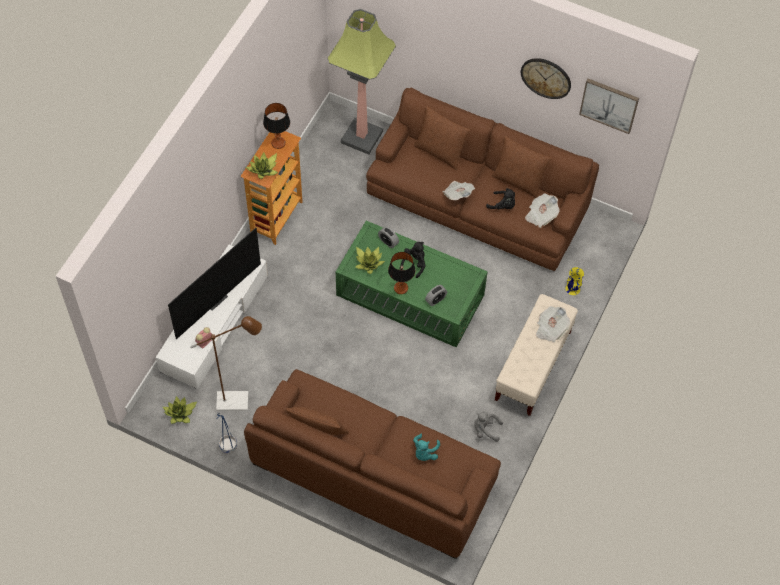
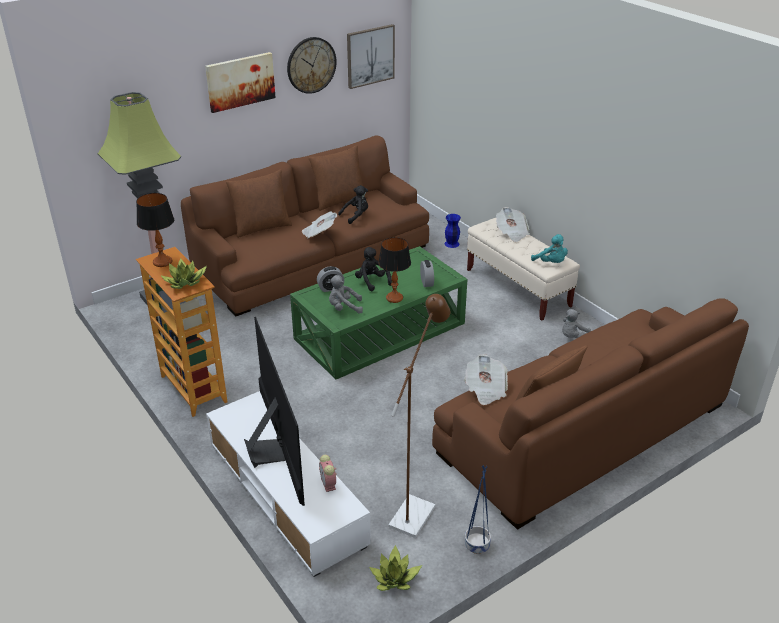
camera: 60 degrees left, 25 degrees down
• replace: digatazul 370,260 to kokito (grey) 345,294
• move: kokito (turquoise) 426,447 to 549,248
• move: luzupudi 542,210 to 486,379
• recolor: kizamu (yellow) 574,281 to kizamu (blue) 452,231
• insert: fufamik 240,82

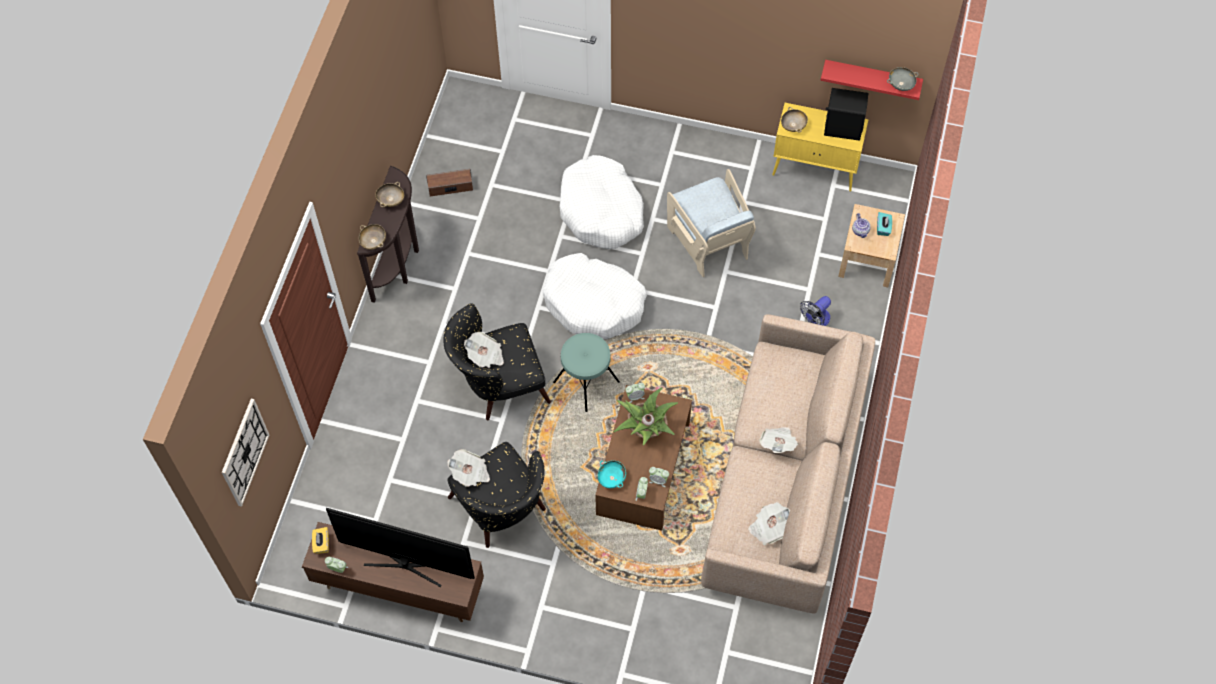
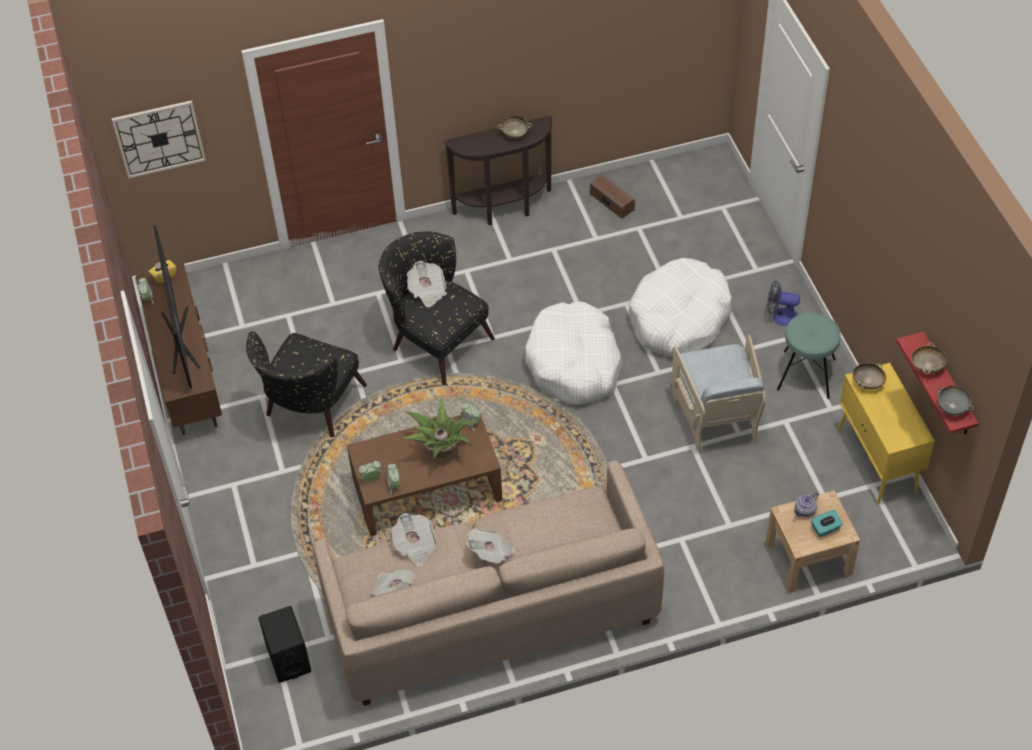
camera: 60 degrees right, 10 degrees down
• move: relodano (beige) 372,237 to 929,358
• move: luzupudi 469,468 to 414,539
• move: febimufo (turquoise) 586,372 to 809,355
• delete: relodano (turquoise) 612,474
• rotate: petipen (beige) 711,223 = 719,394 45 degrees counterclockwise
• move: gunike 815,311 to 783,303
• move: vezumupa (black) 846,114 to 285,644

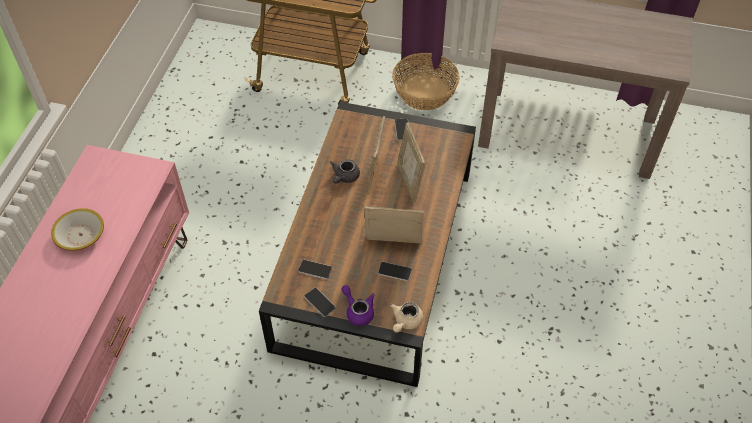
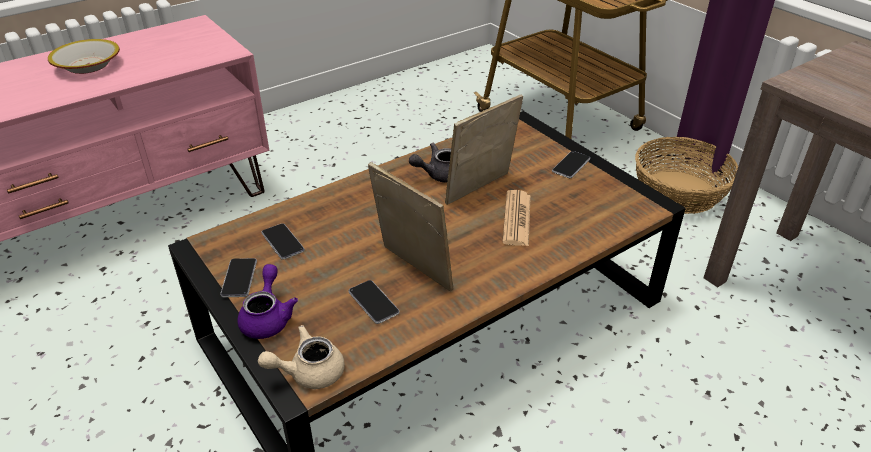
camera: 40 degrees right, 15 degrees down
• replace: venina 411,162 to luzupudi 516,218

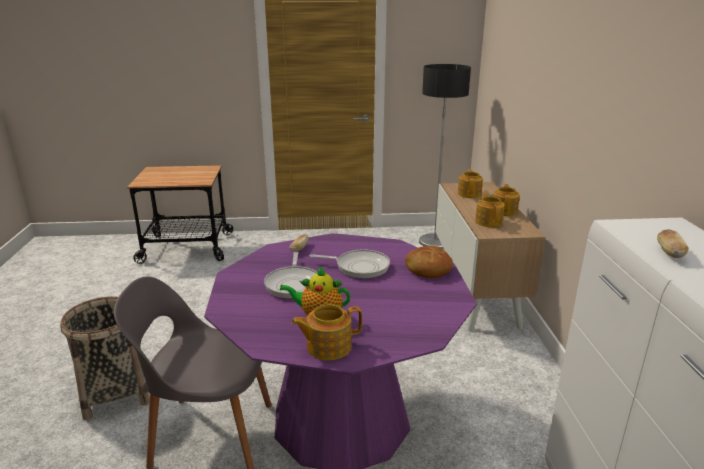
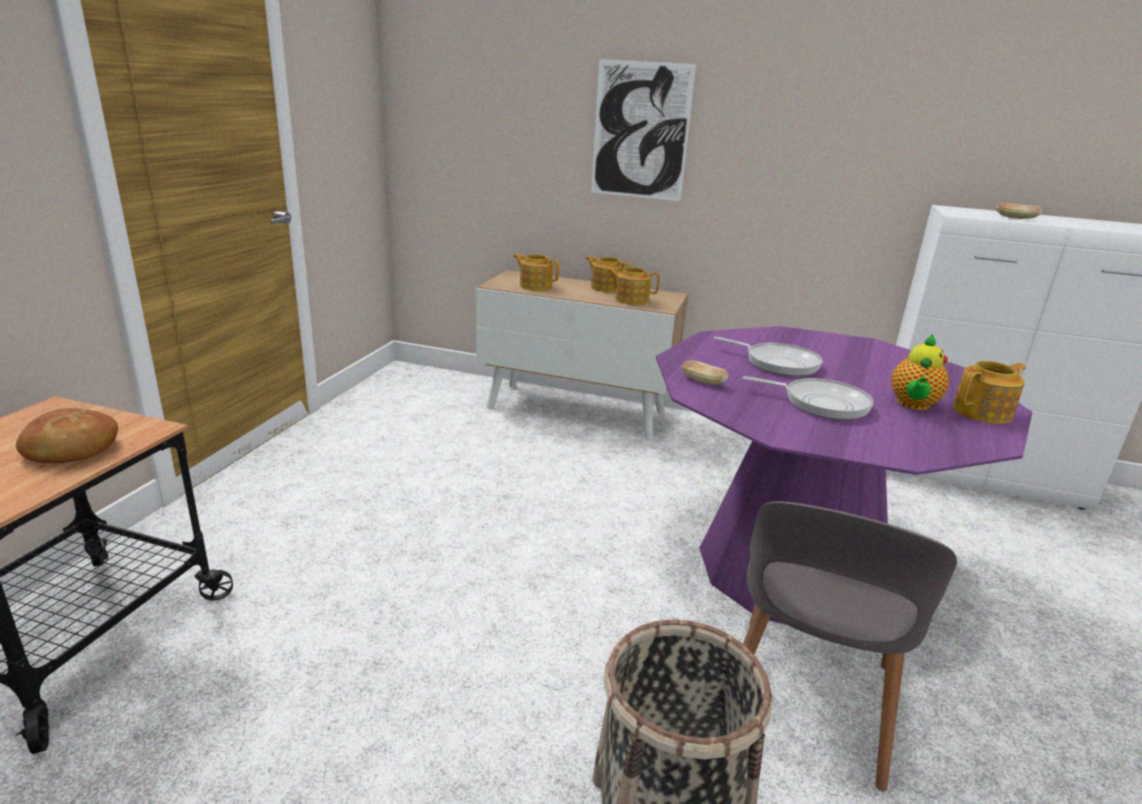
camera: 70 degrees left, 0 degrees up
• rotate: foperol 326,332 = 989,392 120 degrees counterclockwise
• rotate: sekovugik 349,264 = 768,356 90 degrees clockwise
• move: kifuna 429,262 to 67,435
• delete: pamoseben 445,156
• insert: fufamik 643,130

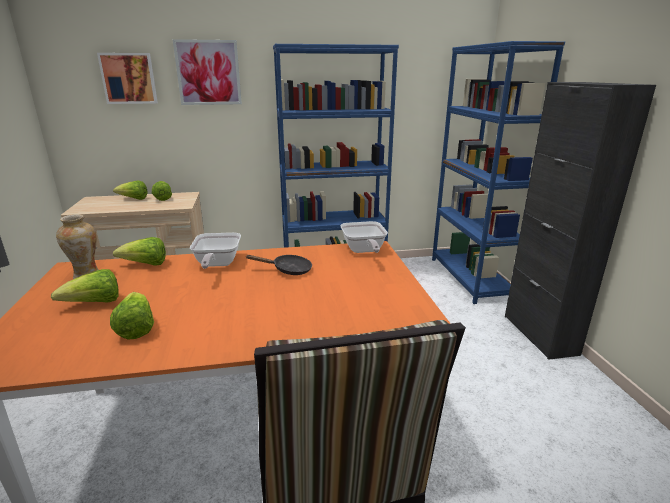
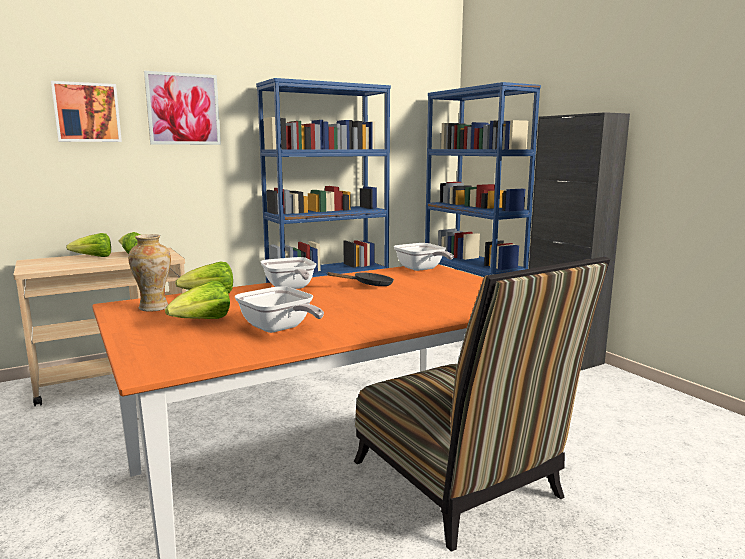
camera: 20 degrees left, 10 degrees down
• replace: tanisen 132,316 to sekovugik 279,309

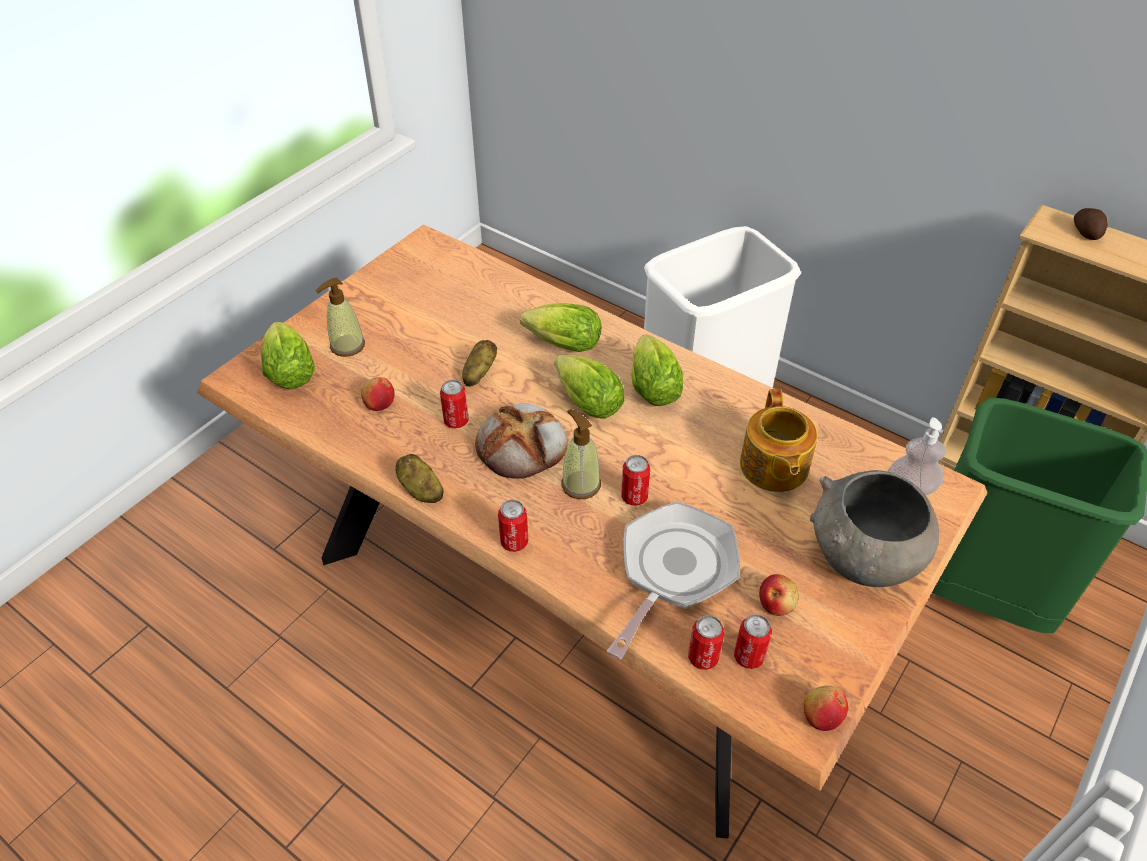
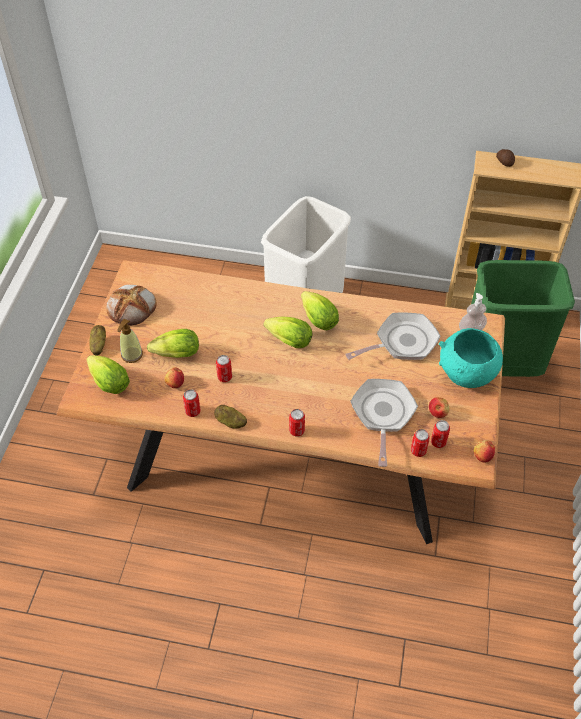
camera: 25 degrees left, 5 degrees up
• move: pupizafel 479,363 to 97,340
• move: kifuna 521,441 to 131,305
• move: tanisen 560,327 to 173,343
• delete: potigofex 581,454
• move: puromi 635,480 to 191,403
• replace: foperol 779,440 to sekovugik 392,336
• recolor: relodano (grey) 874,528 to relodano (turquoise) 471,358

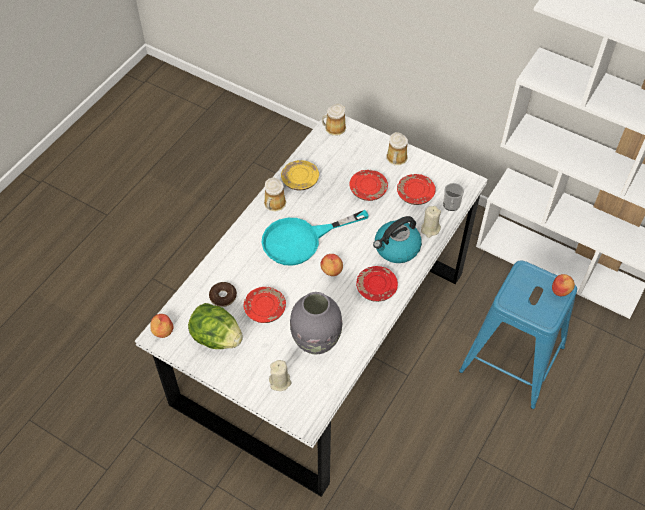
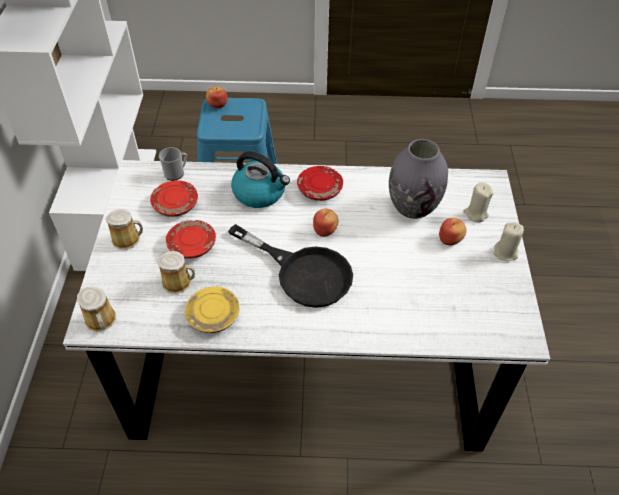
camera: 120 degrees left, 5 degrees down
• move: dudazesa 161,326 to 453,231
• delete: tanisen 215,326
• delete: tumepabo 223,294
• delete: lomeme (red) 265,305
• recolor: sekovugik (turquoise) 315,238 to sekovugik (black) 290,266
• move: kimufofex 275,194 to 176,272
• move: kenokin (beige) 431,222 to 509,242

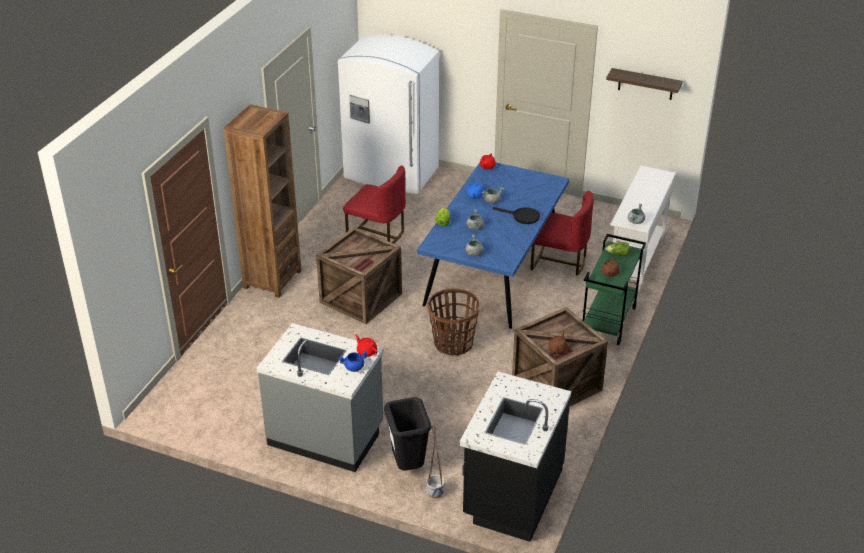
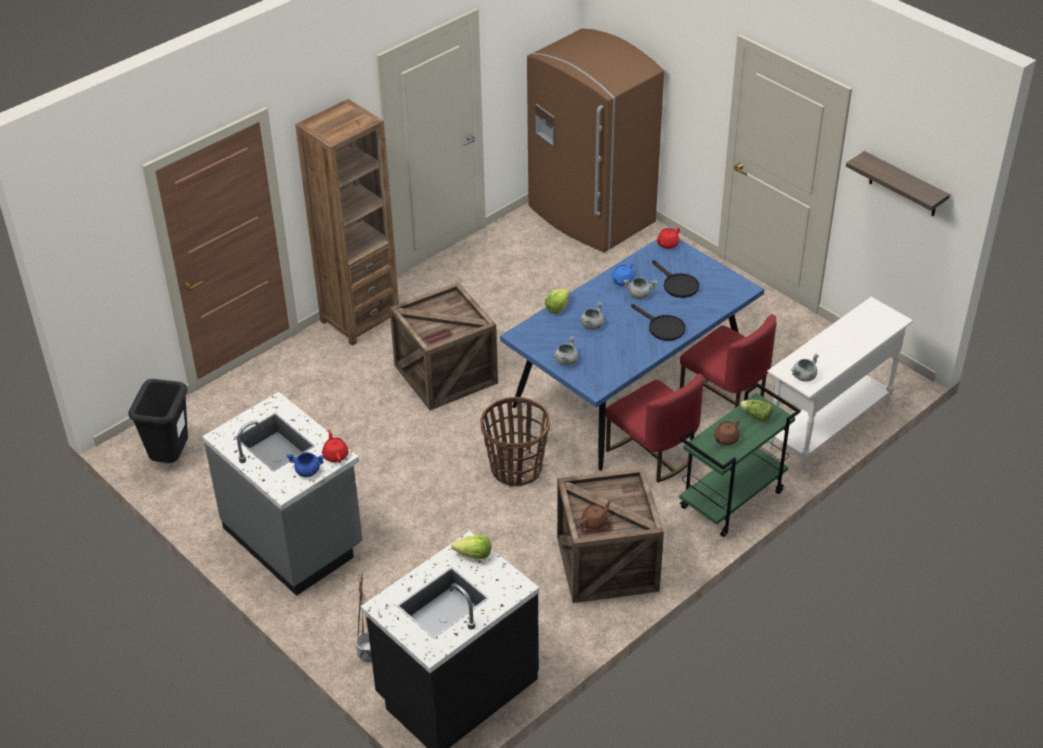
camera: 25 degrees right, 5 degrees up
• recolor: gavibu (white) 388,114 to gavibu (brown) 595,140
• move: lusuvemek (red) 374,204 to 655,428
• move: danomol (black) 407,434 to 158,421
• insert: tanisen 471,547
• insert: sekovugik (black) 675,279

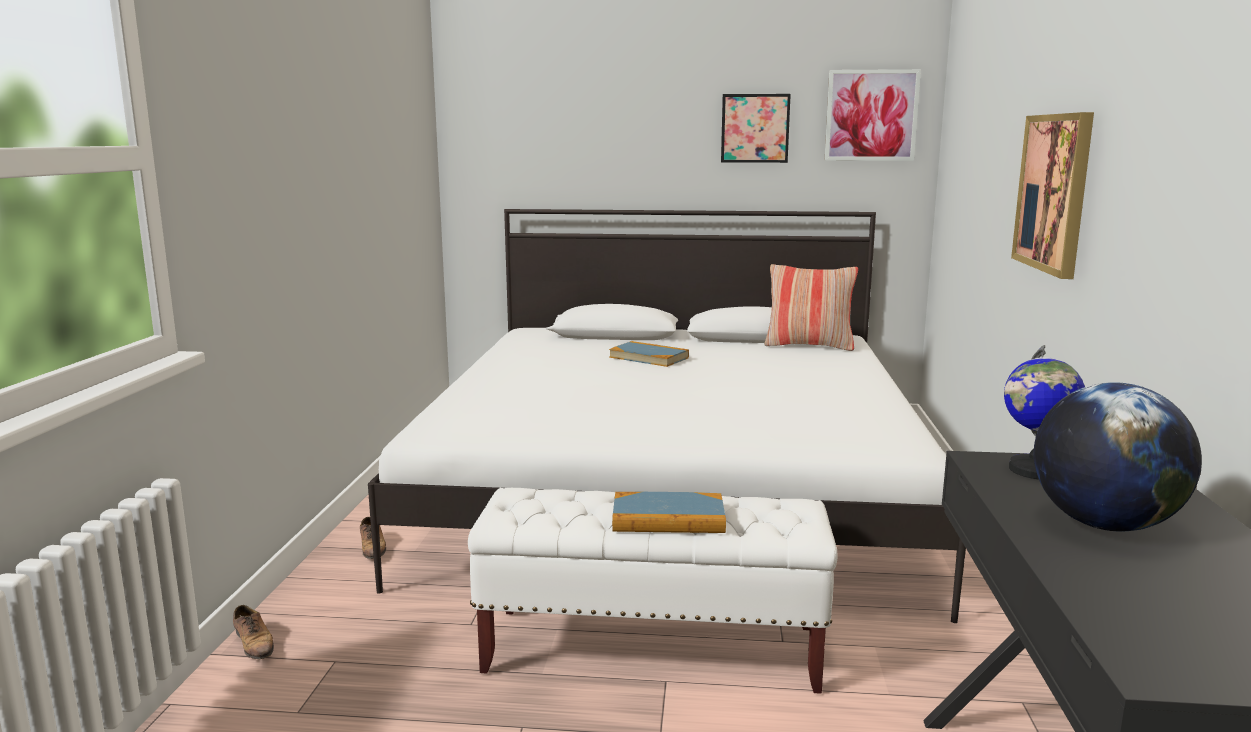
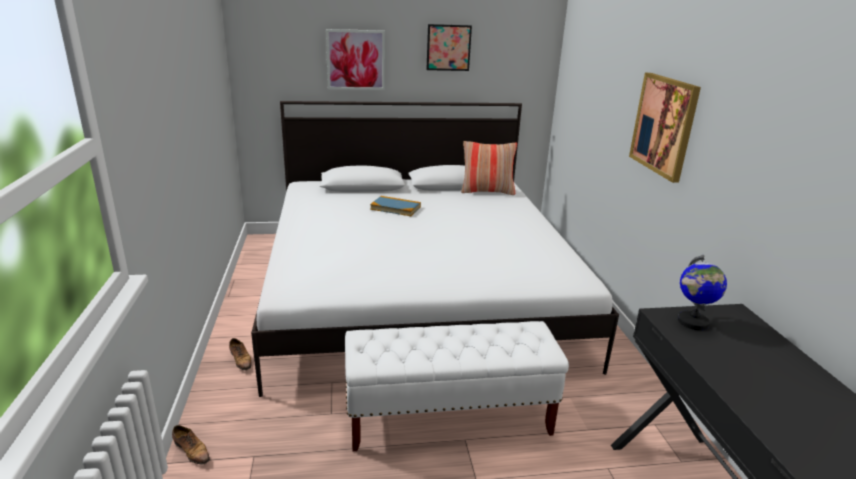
camera: 15 degrees left, 10 degrees up
• delete: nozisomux 669,512
• move: fufamik 873,115 to 355,59
• delete: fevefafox 1118,456

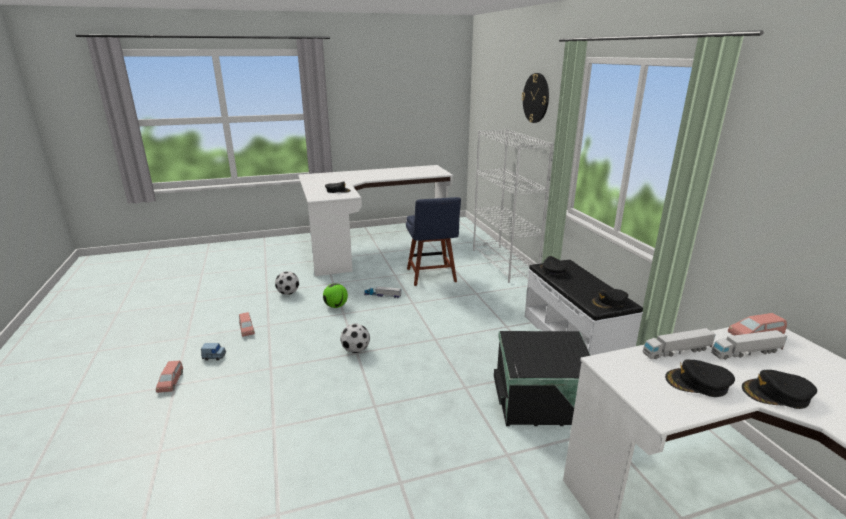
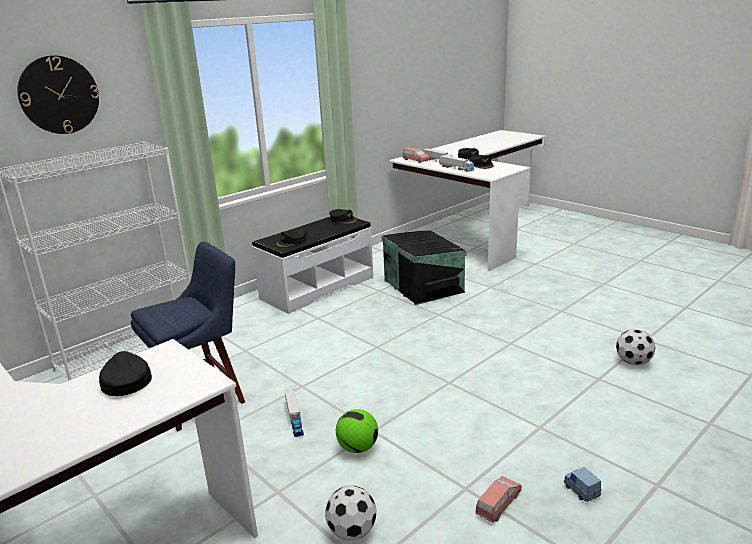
camera: 115 degrees left, 0 degrees up
• delete: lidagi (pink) 169,377
• move: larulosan 355,338 to 636,347

